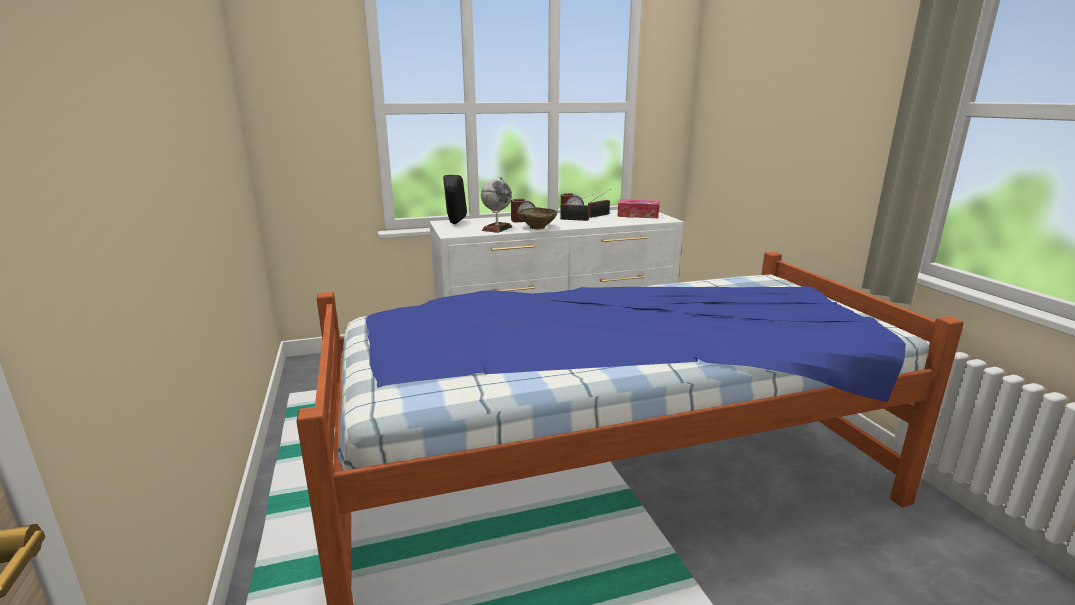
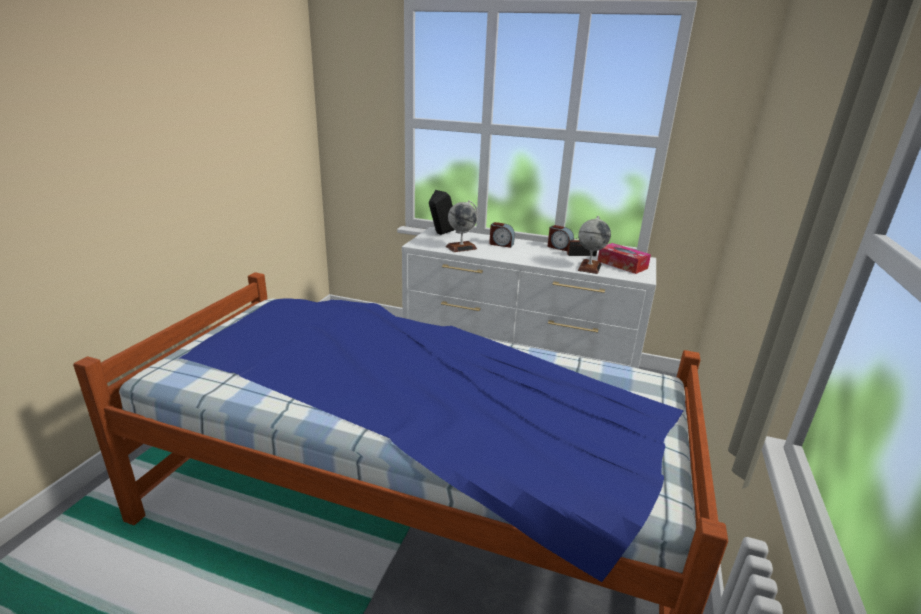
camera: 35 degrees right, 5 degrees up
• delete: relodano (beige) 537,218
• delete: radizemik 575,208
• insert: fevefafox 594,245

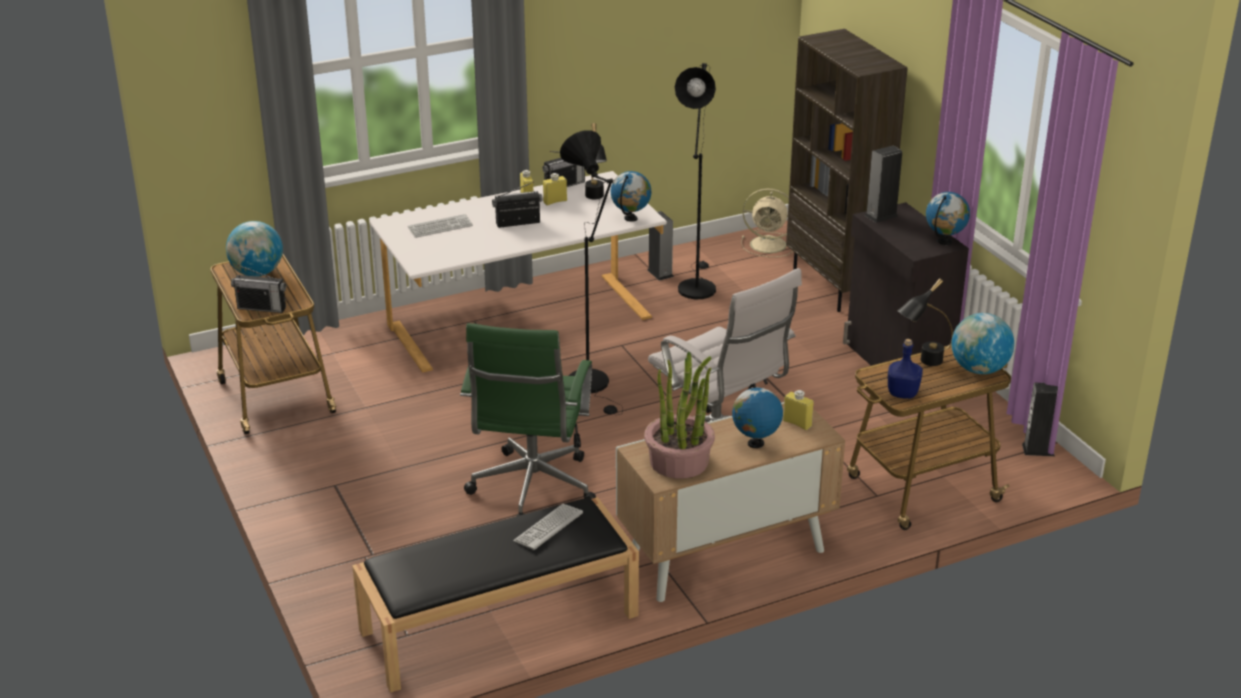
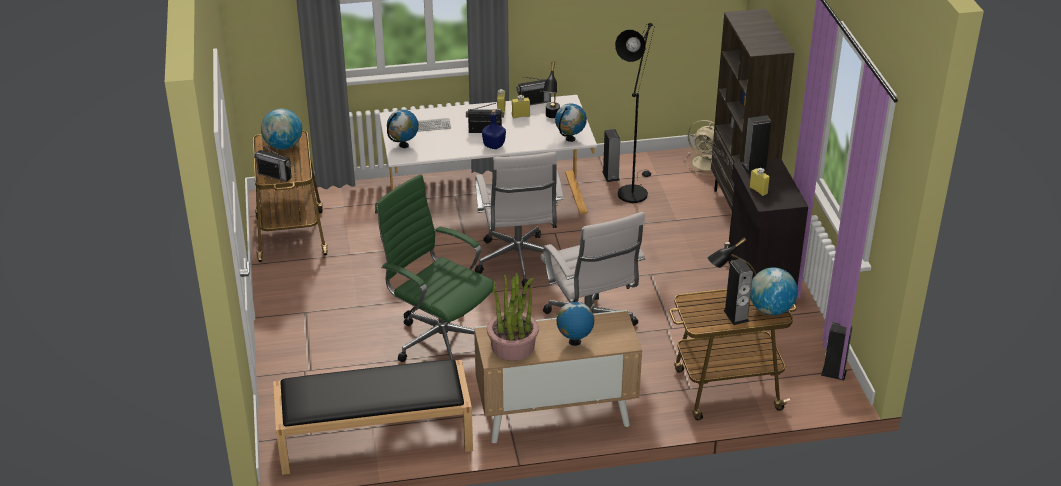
camera: 15 degrees right, 5 degrees up
• rotate: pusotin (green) 528,419 = 435,268 105 degrees clockwise
• delete: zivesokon 548,527
• replace: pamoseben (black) 591,272 to pusotin (white) 519,219
• move: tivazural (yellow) 798,410 to 760,182
• move: tivazural (blue) 905,369 to 494,129
• move: fevefafox 948,218 to 403,129
• insert: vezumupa 738,291

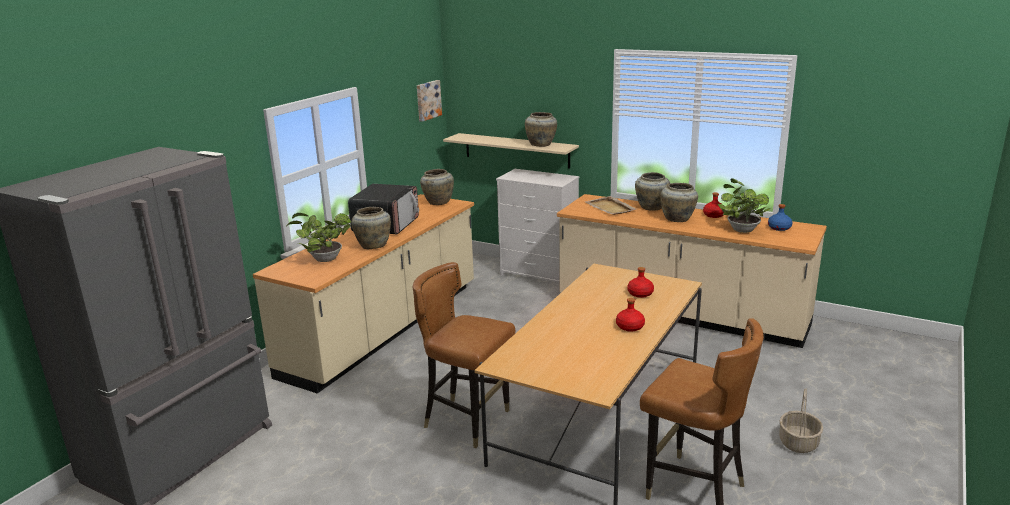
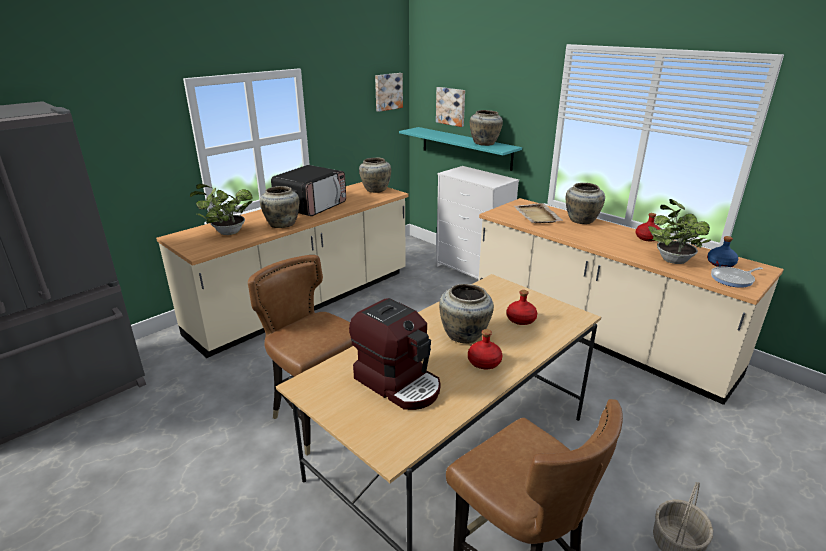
camera: 15 degrees right, 5 degrees up
• recolor: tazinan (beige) 511,151 to tazinan (turquoise) 460,149
• move: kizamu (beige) 679,202 to 466,313
• insert: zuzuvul 394,354
• insert: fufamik 450,107
• insert: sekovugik 737,277

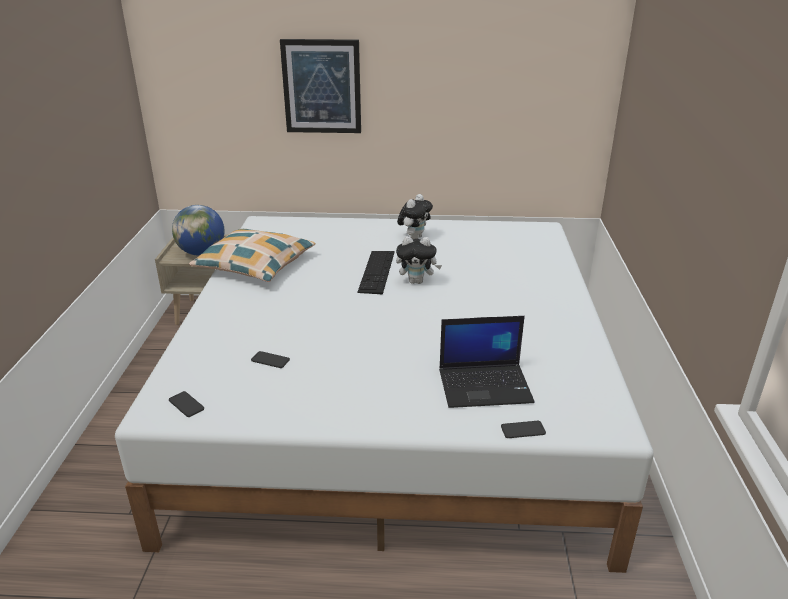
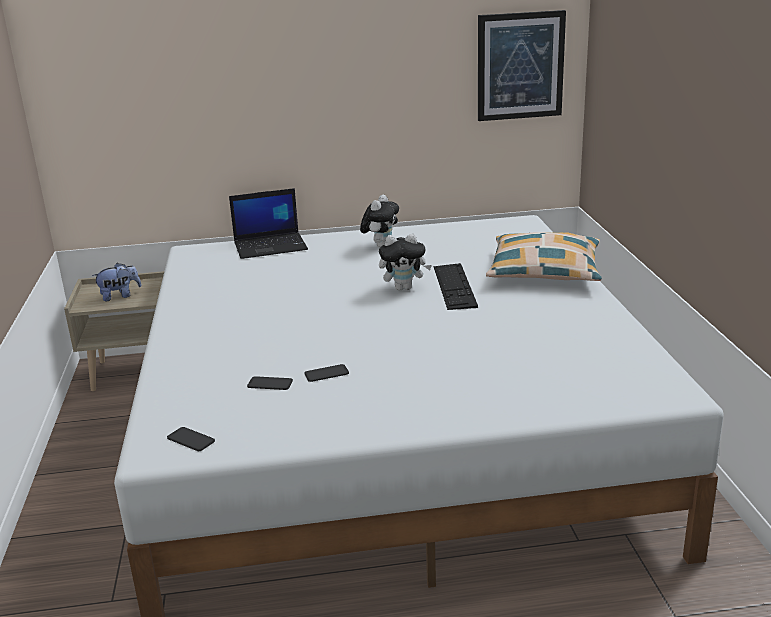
camera: 10 degrees left, 5 degrees down
• replace: fevefafox 198,230 to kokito 116,282
• move: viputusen 252,255 to 544,256
• move: fufamik 320,86 to 522,65
• move: zivesokon 375,272 to 456,286
• move: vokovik 487,362 to 268,223
• move: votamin 523,429 to 326,373

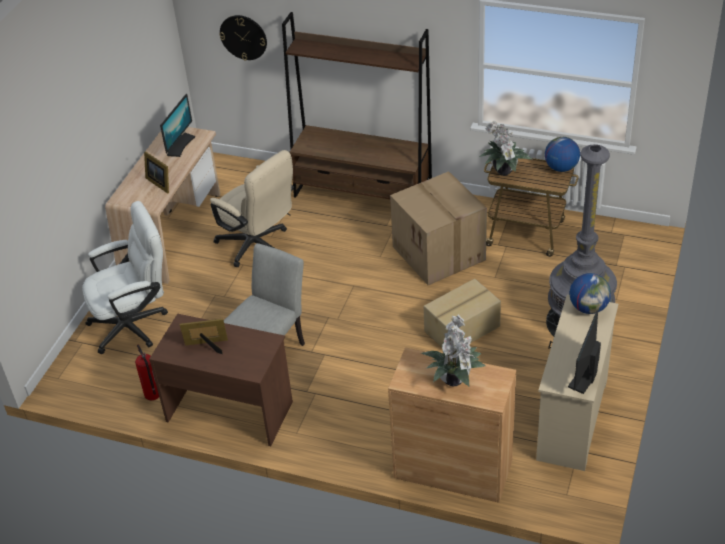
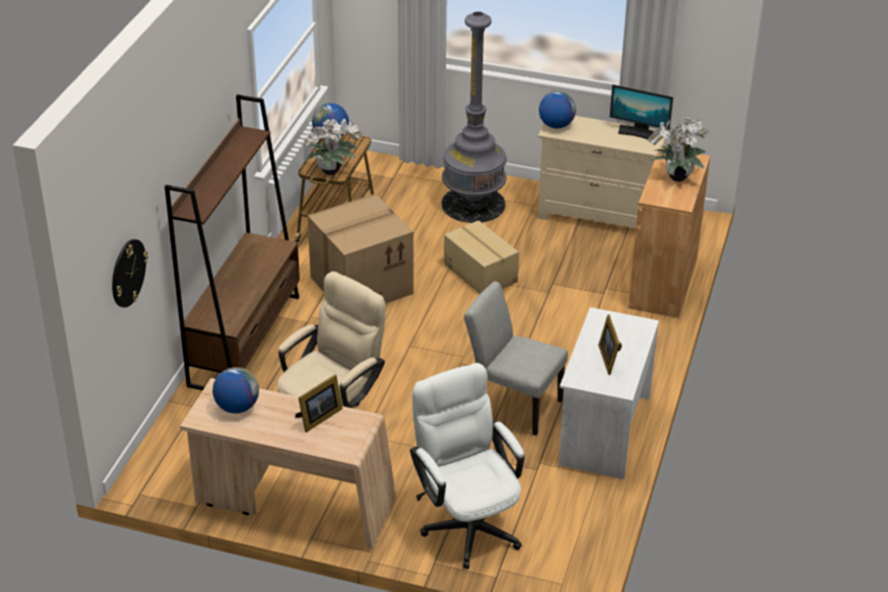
camera: 95 degrees left, 5 degrees down
• delete: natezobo 147,373
• recolor: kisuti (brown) 221,380 to kisuti (white) 608,393
• replace: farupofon 177,125 to fevefafox 236,390

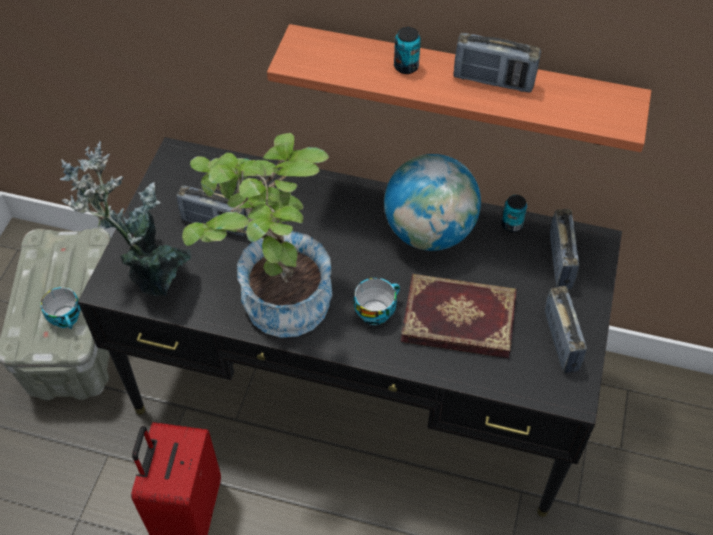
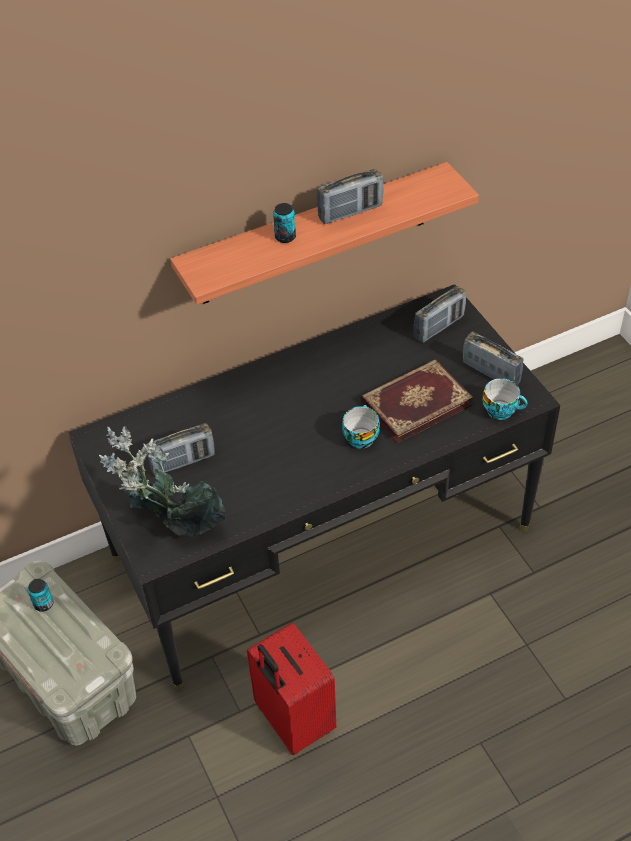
camera: 40 degrees left, 5 degrees down
• move: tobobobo 61,308 to 505,399
• delete: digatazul 257,235
• delete: fevefafox 432,202
• move: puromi 514,213 to 40,595
• rotate: radizemik 564,249 = 440,314 90 degrees clockwise

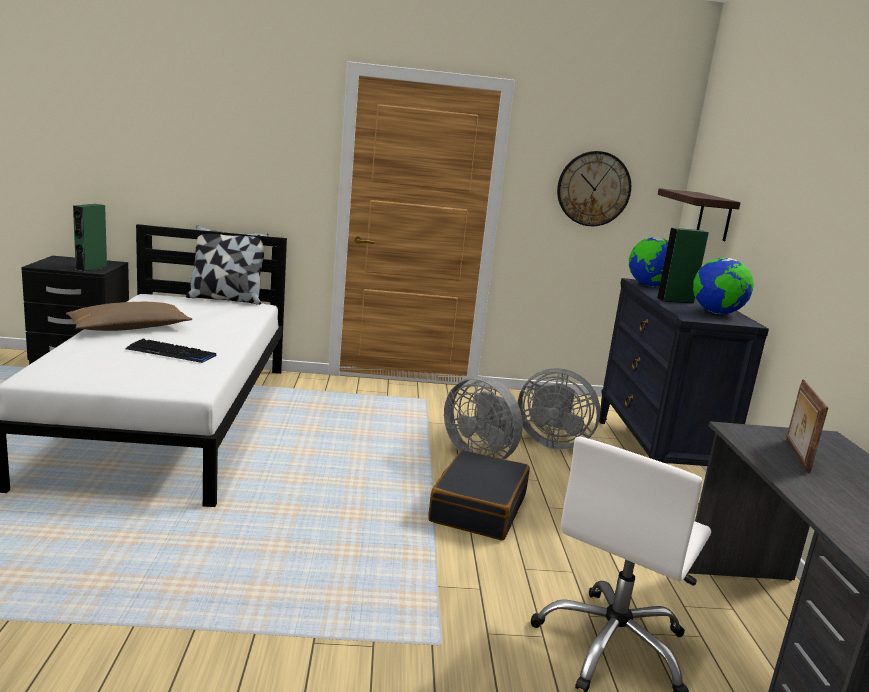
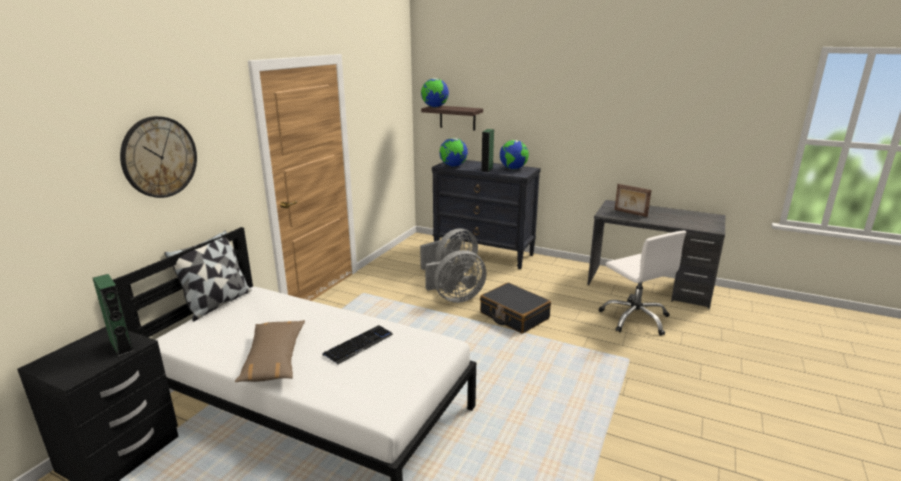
camera: 60 degrees left, 5 degrees up
• move: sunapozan 594,188 to 158,157
• insert: fevefafox 435,92

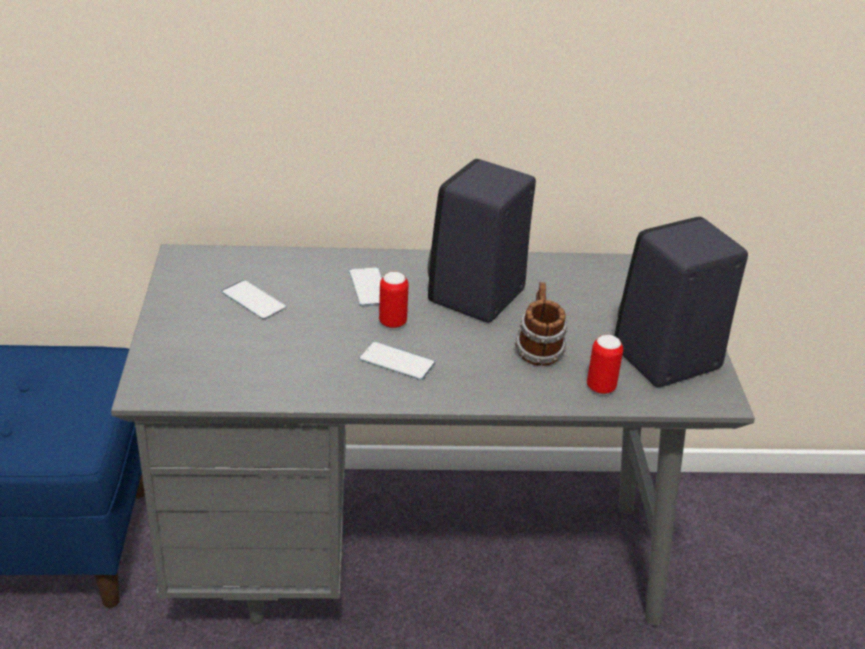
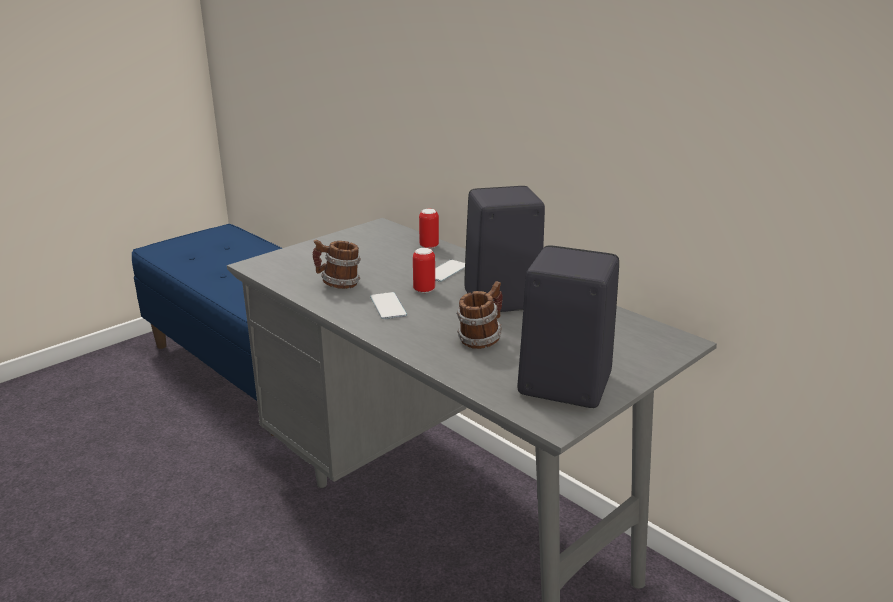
camera: 50 degrees right, 10 degrees down
• delete: votamin 254,299
• move: puromi 605,364 to 429,229
• insert: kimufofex 337,264

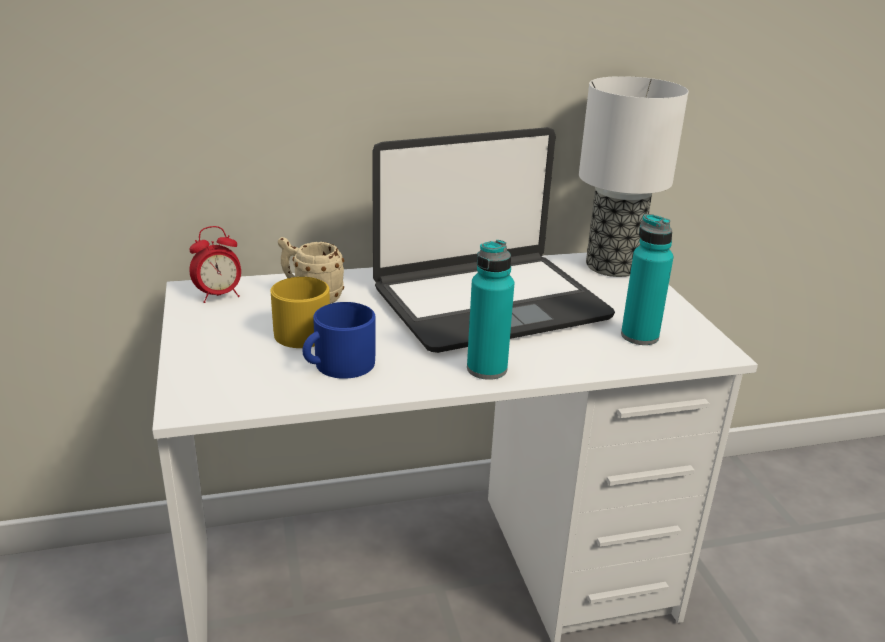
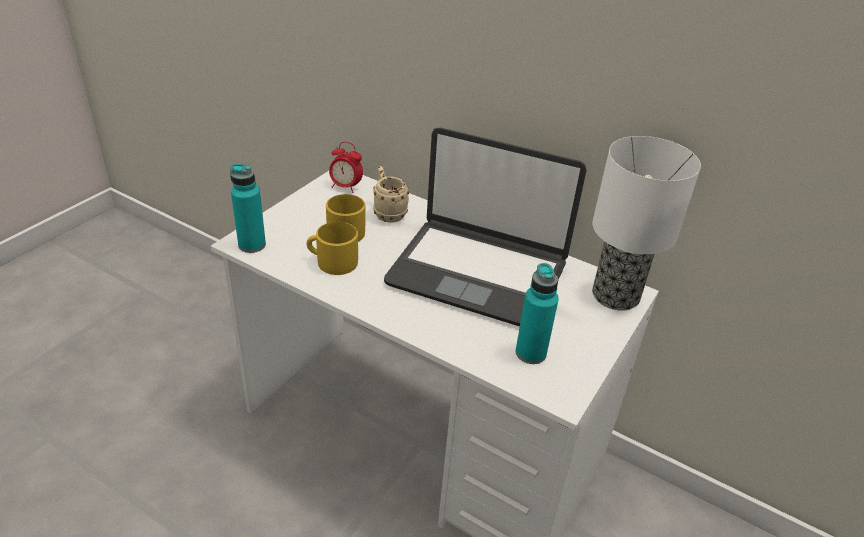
camera: 45 degrees right, 10 degrees up
• recolor: kimufofex (blue) 338,340 to kimufofex (yellow) 332,248
• move: tivazural (turquoise) 490,310 to 248,208

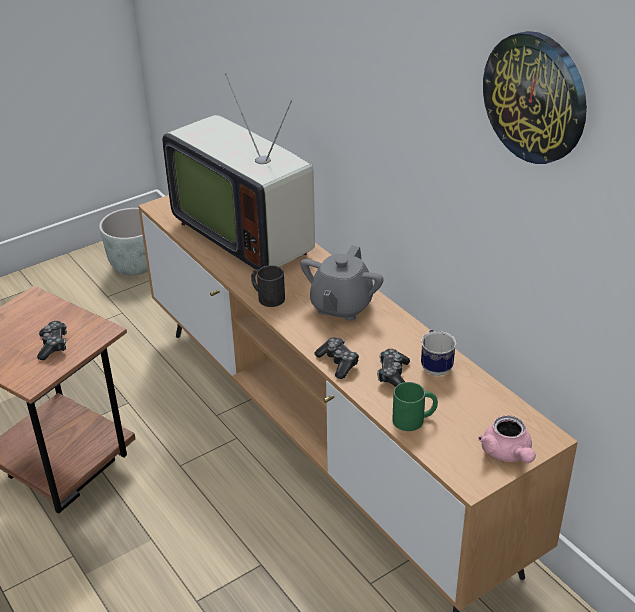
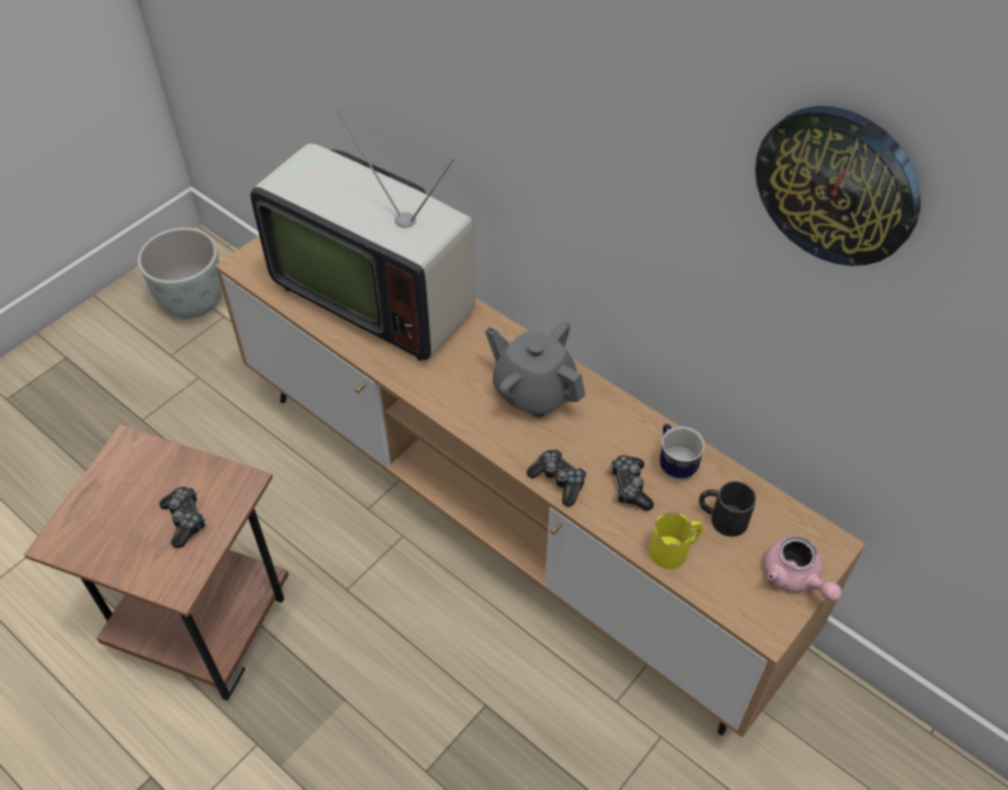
camera: 15 degrees left, 15 degrees up
• move: kimufofex (black) 268,286 to 727,509
• rotate: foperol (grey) 342,283 = 535,370 120 degrees clockwise
• recolor: kimufofex (green) 415,406 to kimufofex (yellow) 676,541

